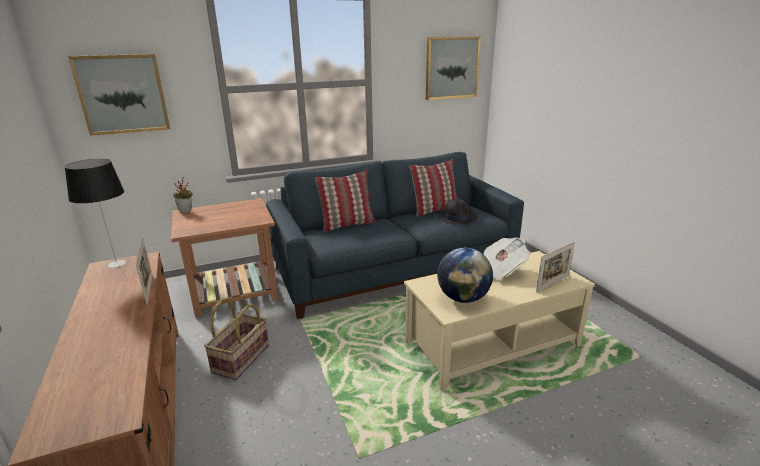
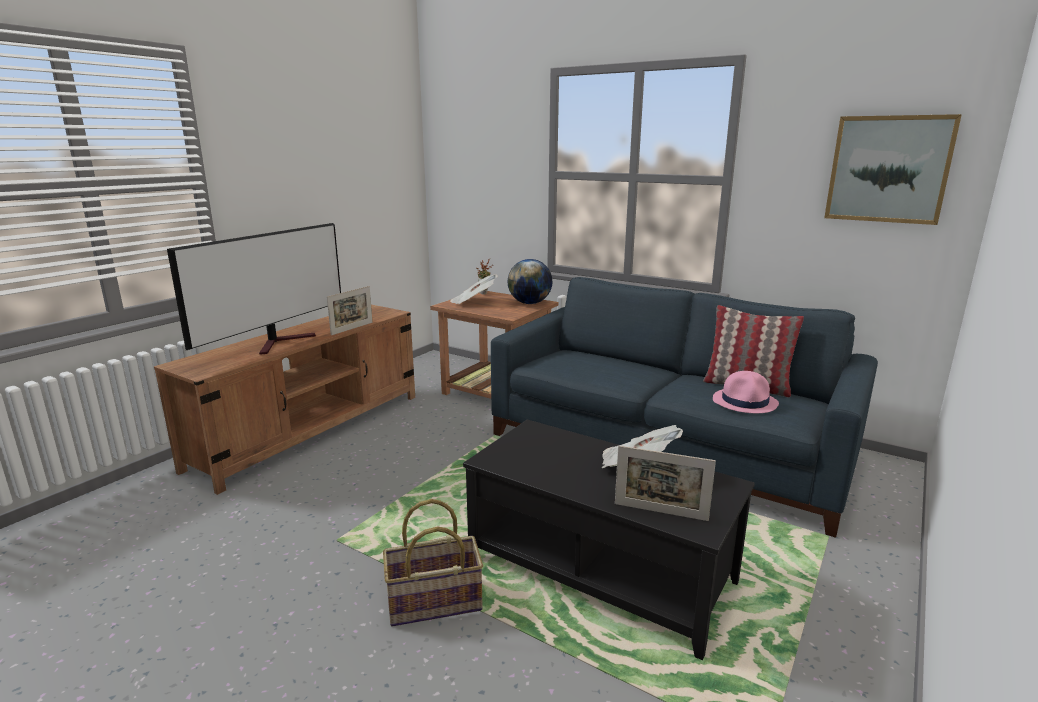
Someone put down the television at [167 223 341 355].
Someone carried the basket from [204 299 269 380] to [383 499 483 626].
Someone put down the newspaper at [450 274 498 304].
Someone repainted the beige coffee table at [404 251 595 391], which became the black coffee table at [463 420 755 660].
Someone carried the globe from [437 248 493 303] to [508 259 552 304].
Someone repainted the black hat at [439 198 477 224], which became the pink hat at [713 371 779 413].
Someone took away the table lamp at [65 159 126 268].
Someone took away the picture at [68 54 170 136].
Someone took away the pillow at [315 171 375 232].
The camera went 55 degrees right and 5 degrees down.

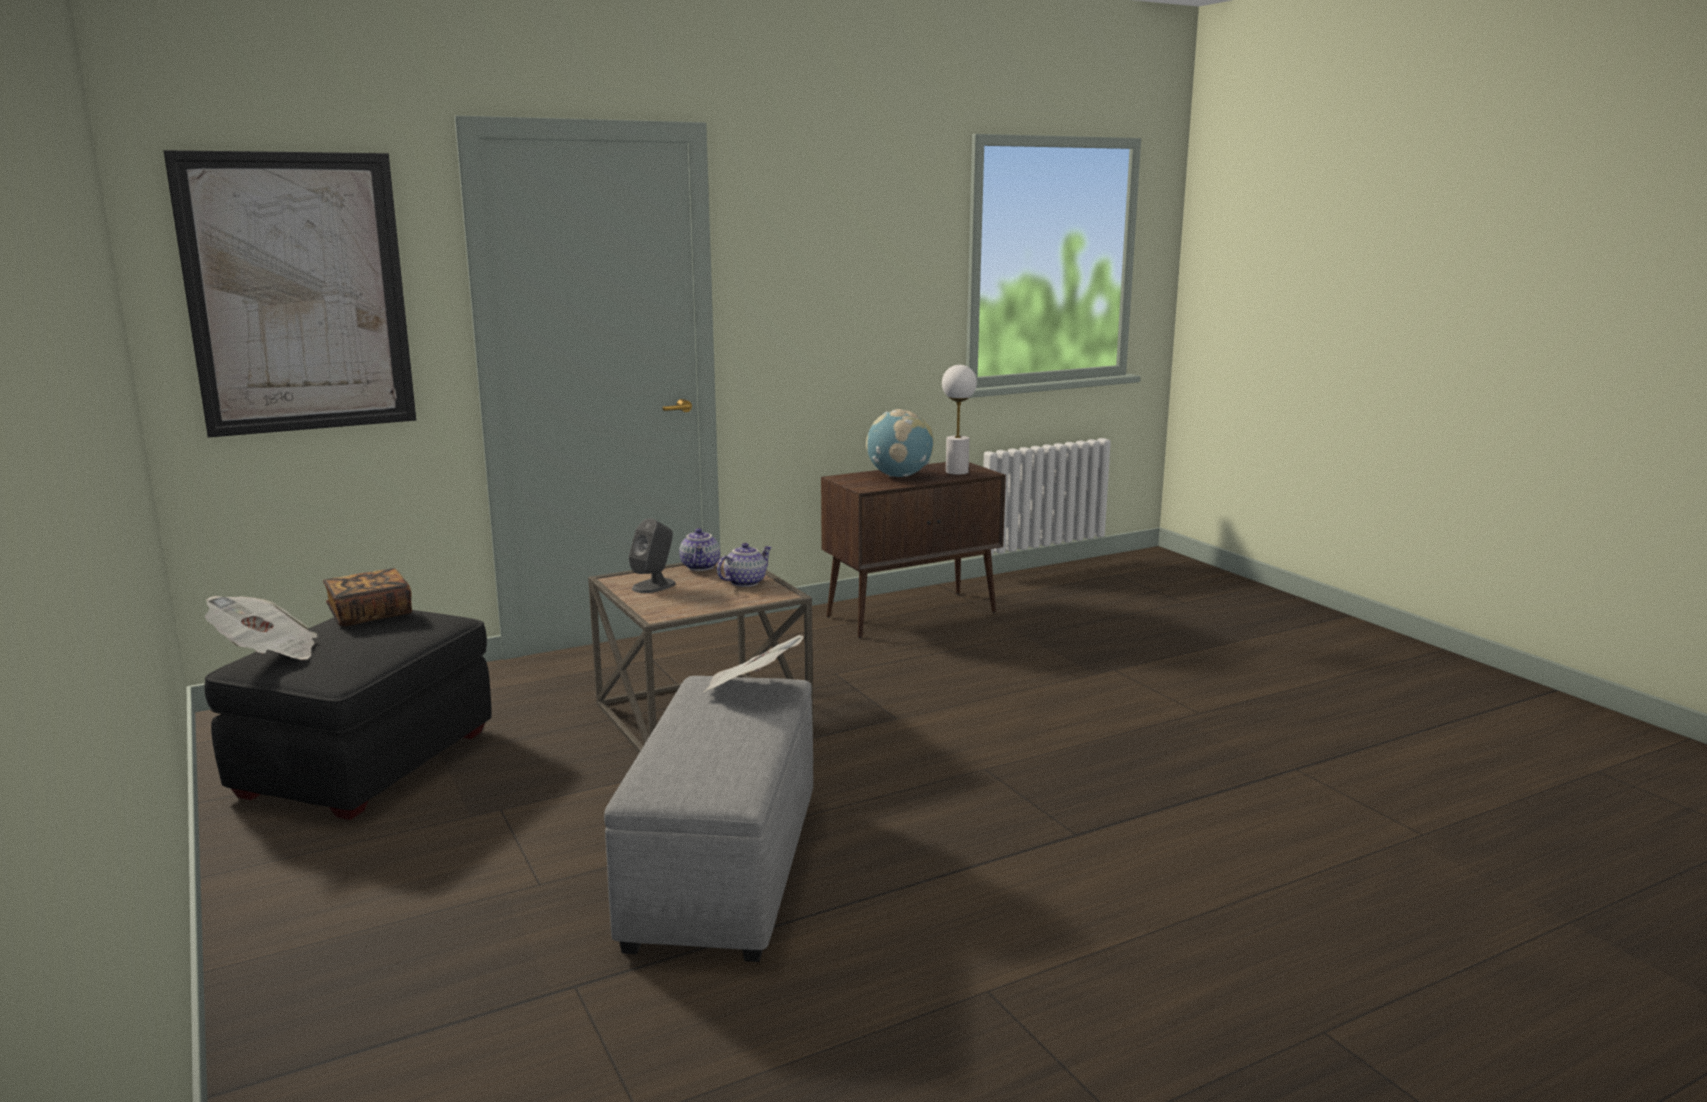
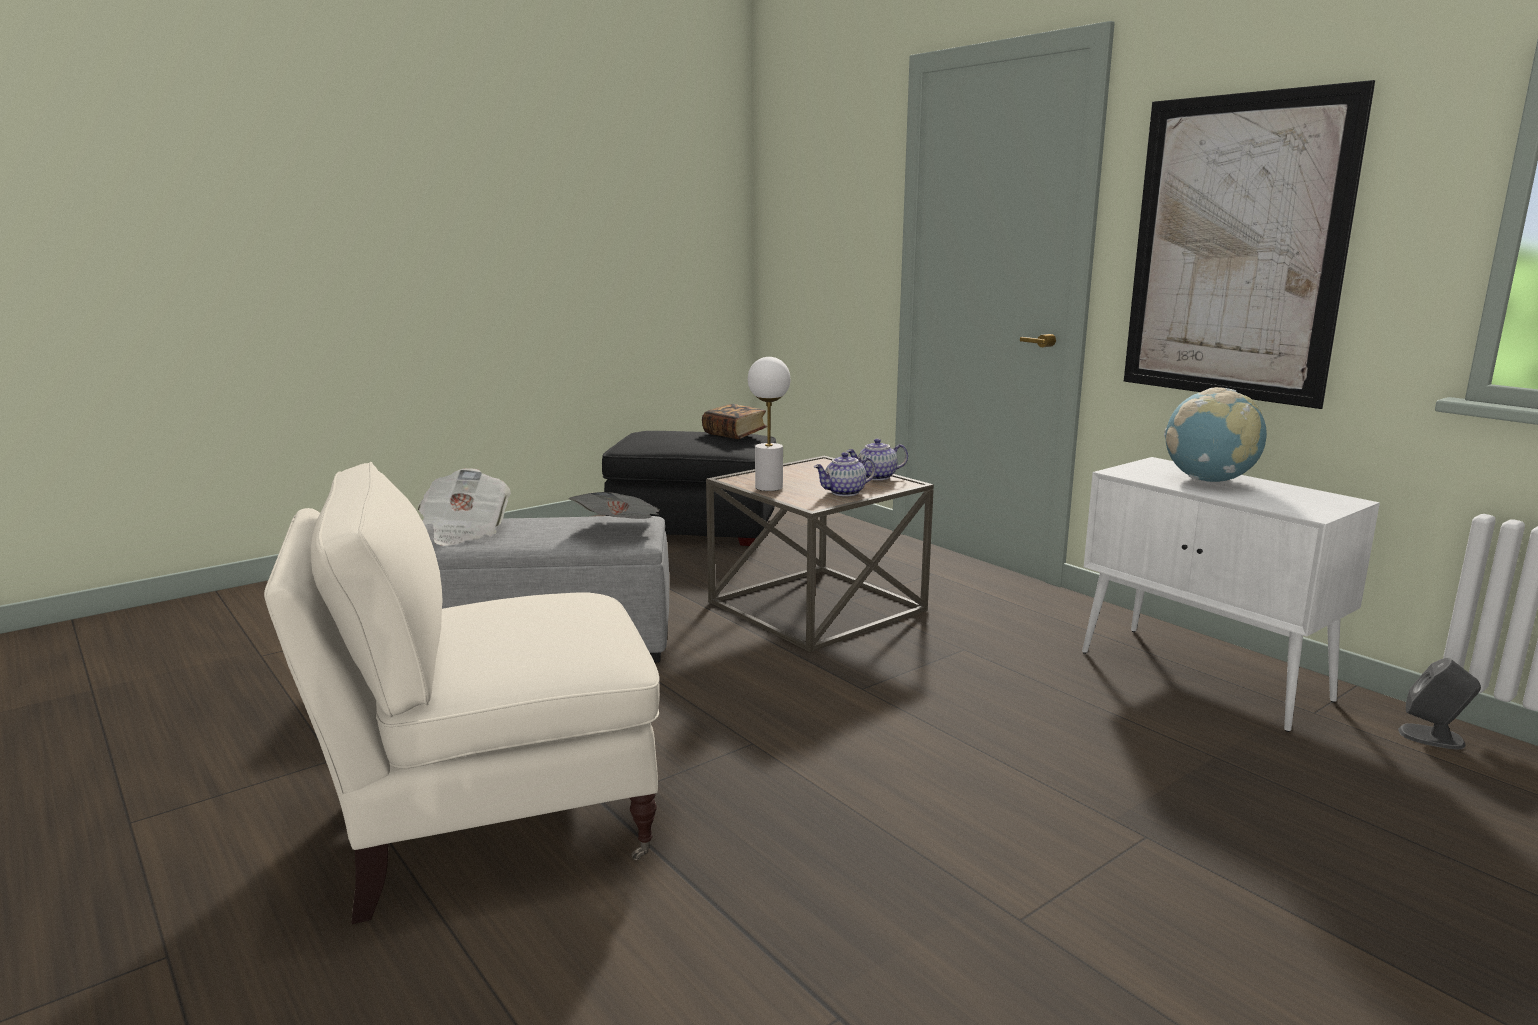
Someone put down the beige armchair at [264 462 659 924].
Someone carried the newspaper from [205 596 317 659] to [418 468 511 546].
Someone carried the white table lamp from [942 365 977 475] to [748 357 790 491].
Someone rotated the teapot at [717 543 772 587] by 120 degrees clockwise.
Someone repainted the brown cabinet at [821 462 1006 638], which became the white cabinet at [1082 457 1380 732].
Someone carried the picture from [164 150 416 437] to [1124 80 1375 409].
Someone carried the grey speaker from [629 518 676 593] to [1398 658 1481 749].
The camera went 80 degrees right and 0 degrees up.

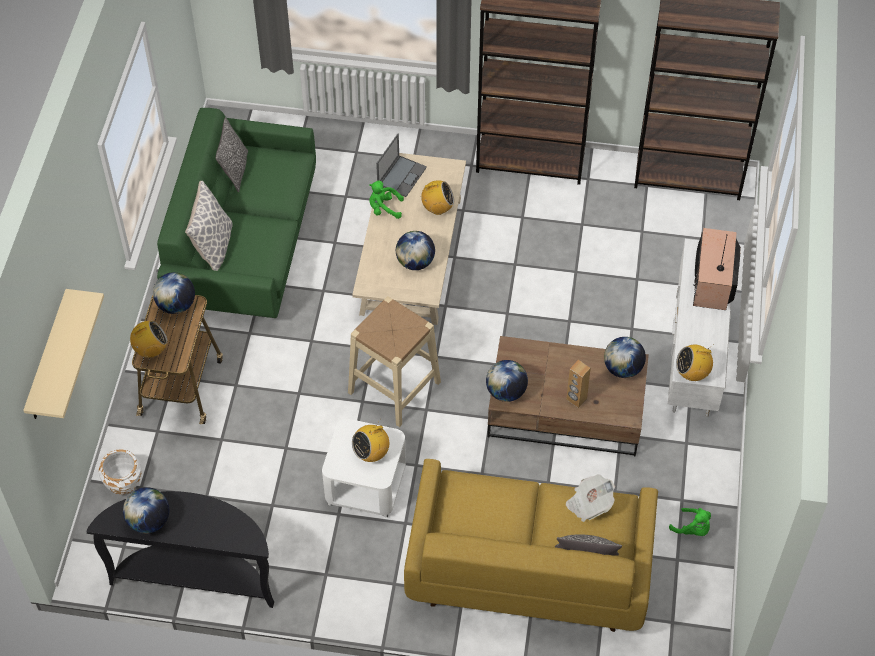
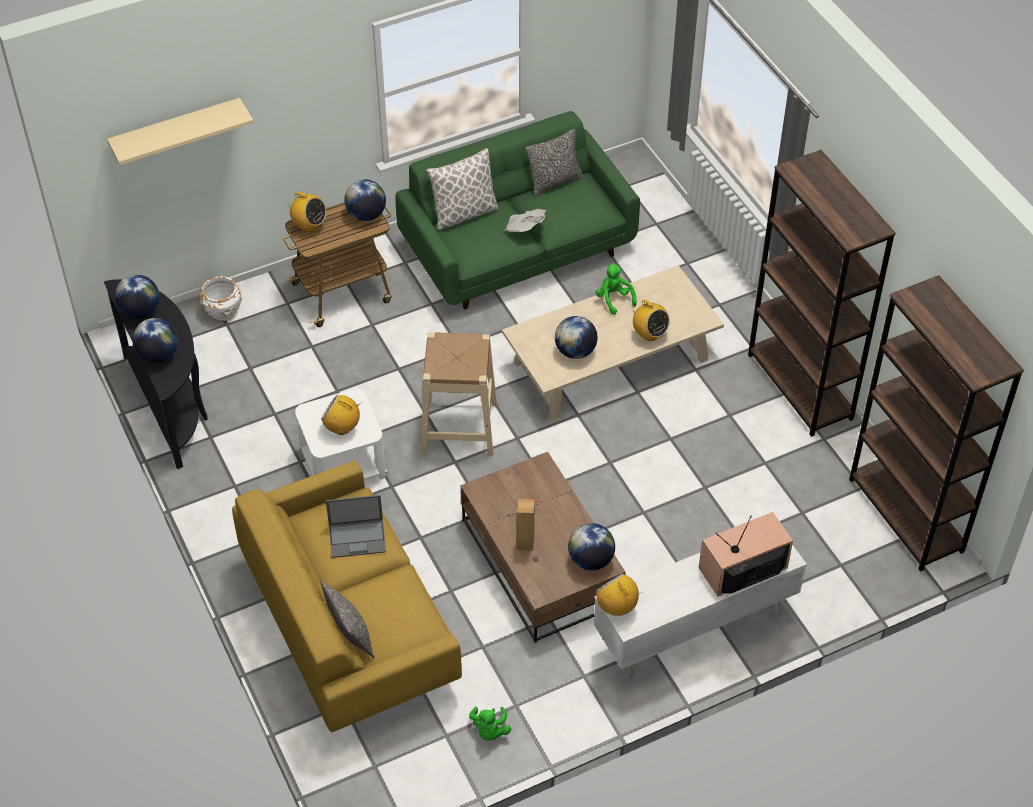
Someone carried the globe from [486 360 528 402] to [132 318 178 363].
Someone carried the laptop from [376 134 427 197] to [326 495 386 558].
Someone carried the newspaper from [566 474 615 522] to [504 209 546 232].
The camera went 55 degrees right and 5 degrees down.

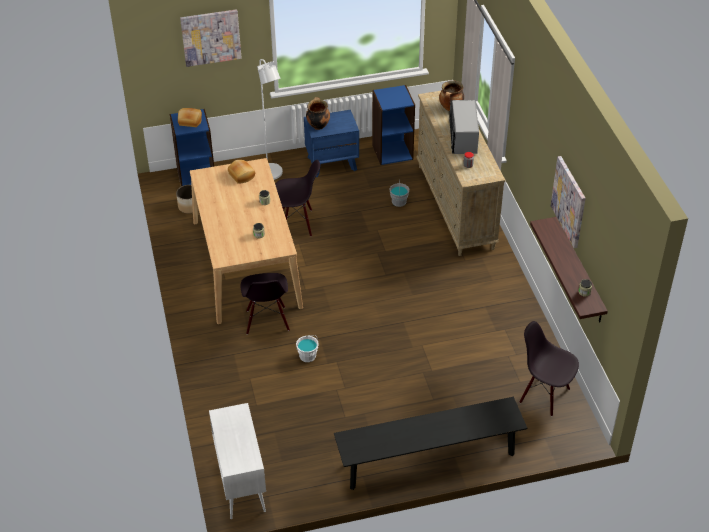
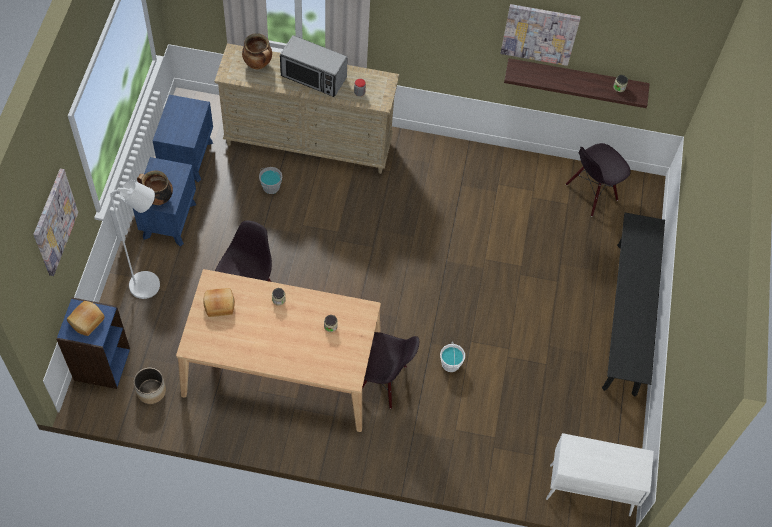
Someone swapped the blue bookcase at [372 85 415 165] for the blue nightstand at [153 95 213 182].
The camera went 70 degrees left and 15 degrees up.

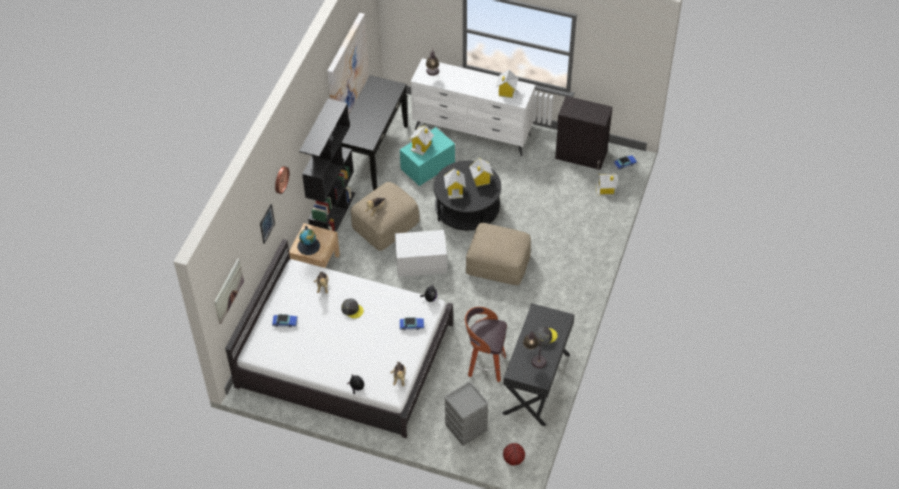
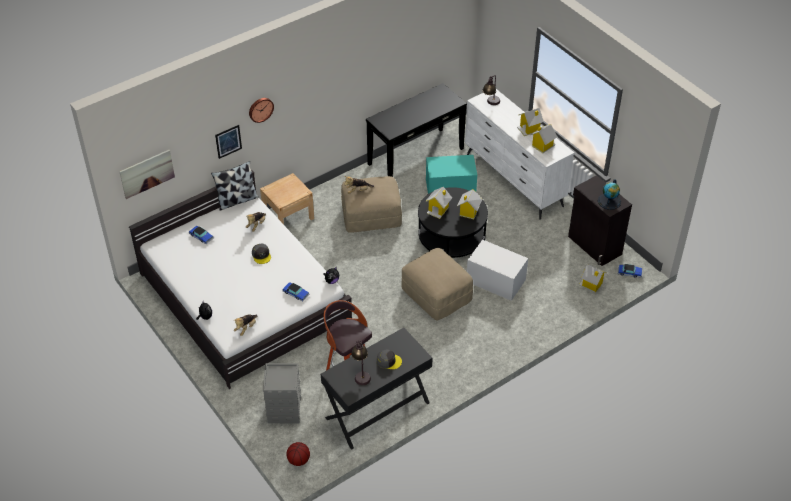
Someone put down the pillow at [211 161 259 211].
Someone carried the white storage box from [395 230 447 277] to [467 239 528 301].
Someone carried the toy house from [409 125 434 156] to [517 108 544 136].
Someone carried the globe from [297 226 320 255] to [598 179 621 210].
Someone took away the black bookcase at [299 98 355 232].
Someone took away the picture at [327 13 369 115].
The camera went 35 degrees right and 5 degrees down.

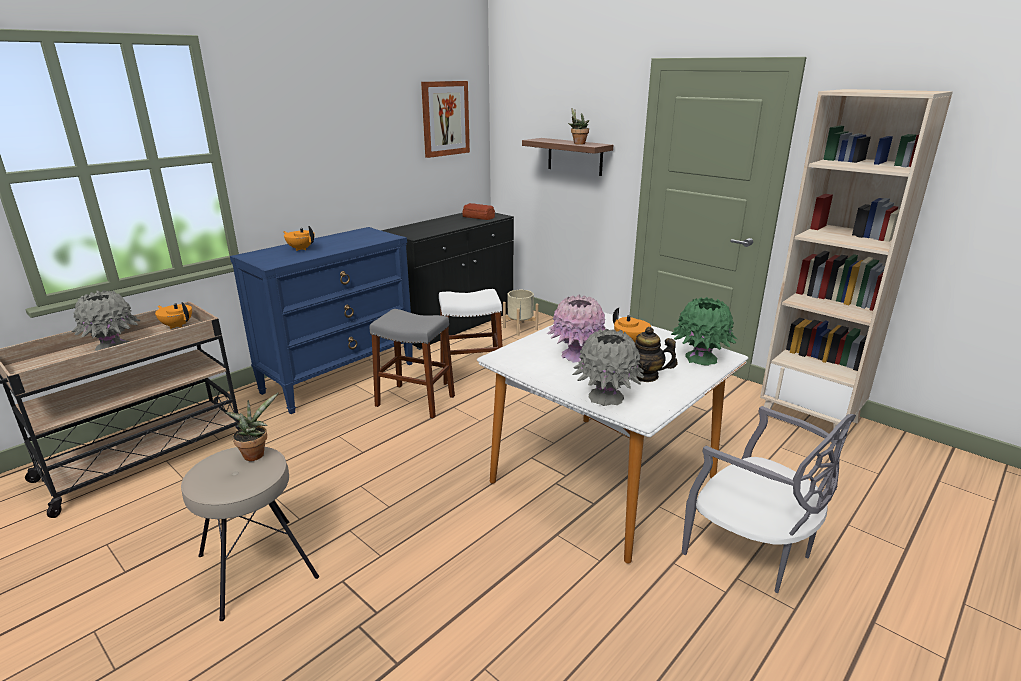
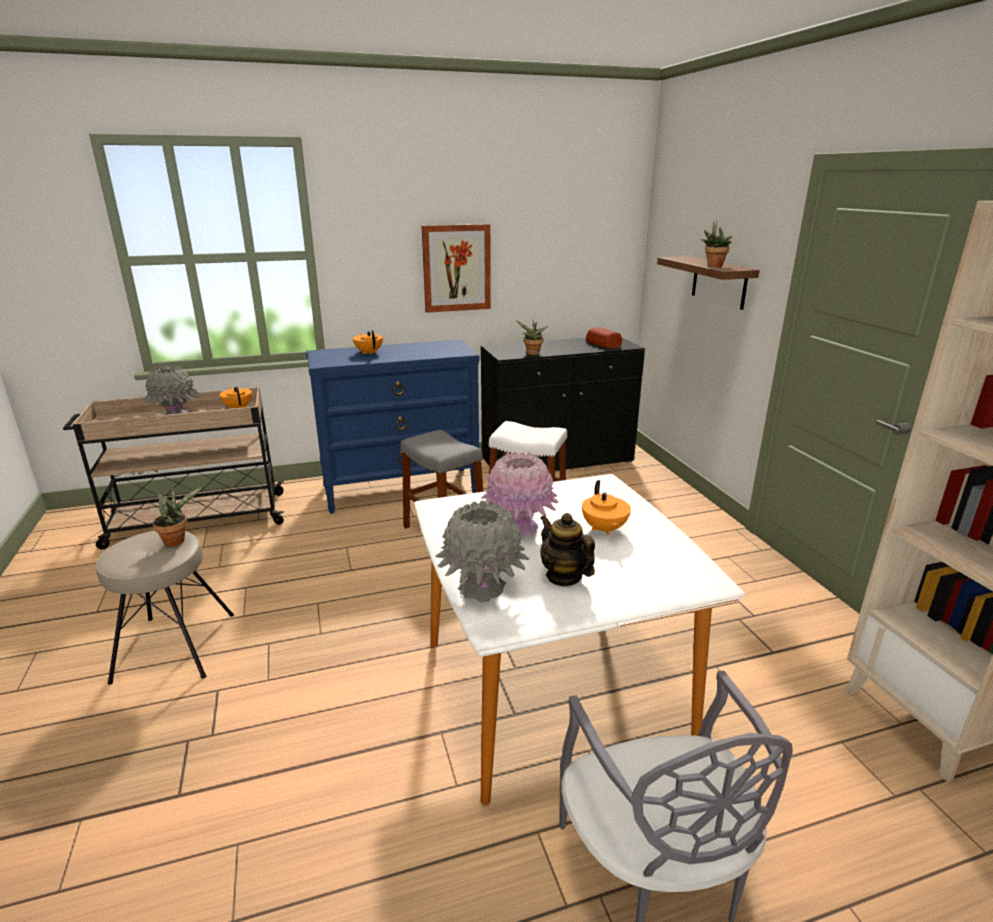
Someone carried the picture from [421 81 470 158] to [422 224 491 313].
Someone put down the potted plant at [516 320 548 355].
Someone took away the beige planter at [503 290 539 336].
Someone took away the green vase at [671 297 737 366].
The camera went 30 degrees right and 0 degrees up.

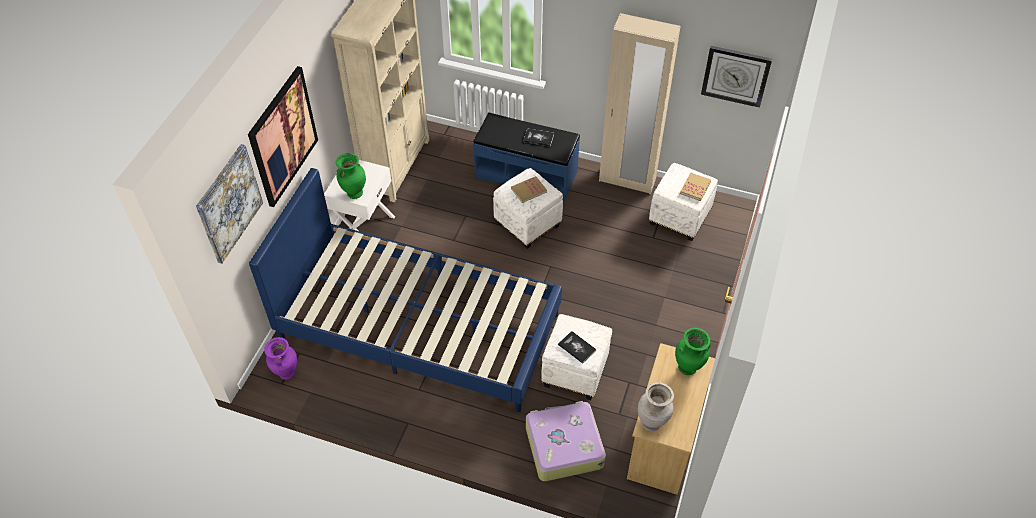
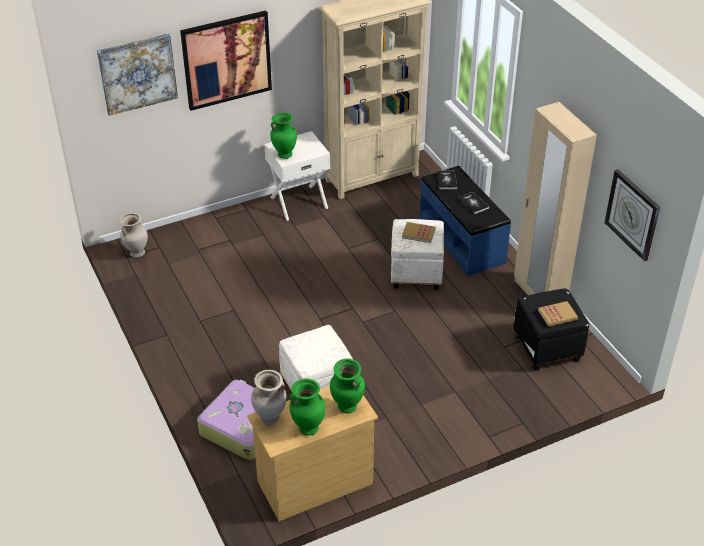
Someone repainted the purple vase at [264 337 297 380], which became the beige vase at [119 213 148 258].
Someone put down the green vase at [290 378 325 436].
Someone carried the book from [558 331 596 364] to [437 171 457 190].
Someone repainted the white ottoman at [649 163 718 241], which became the black ottoman at [513 289 589 371].
Someone took away the blue bed at [249 168 562 412].
The camera went 45 degrees right and 10 degrees down.

